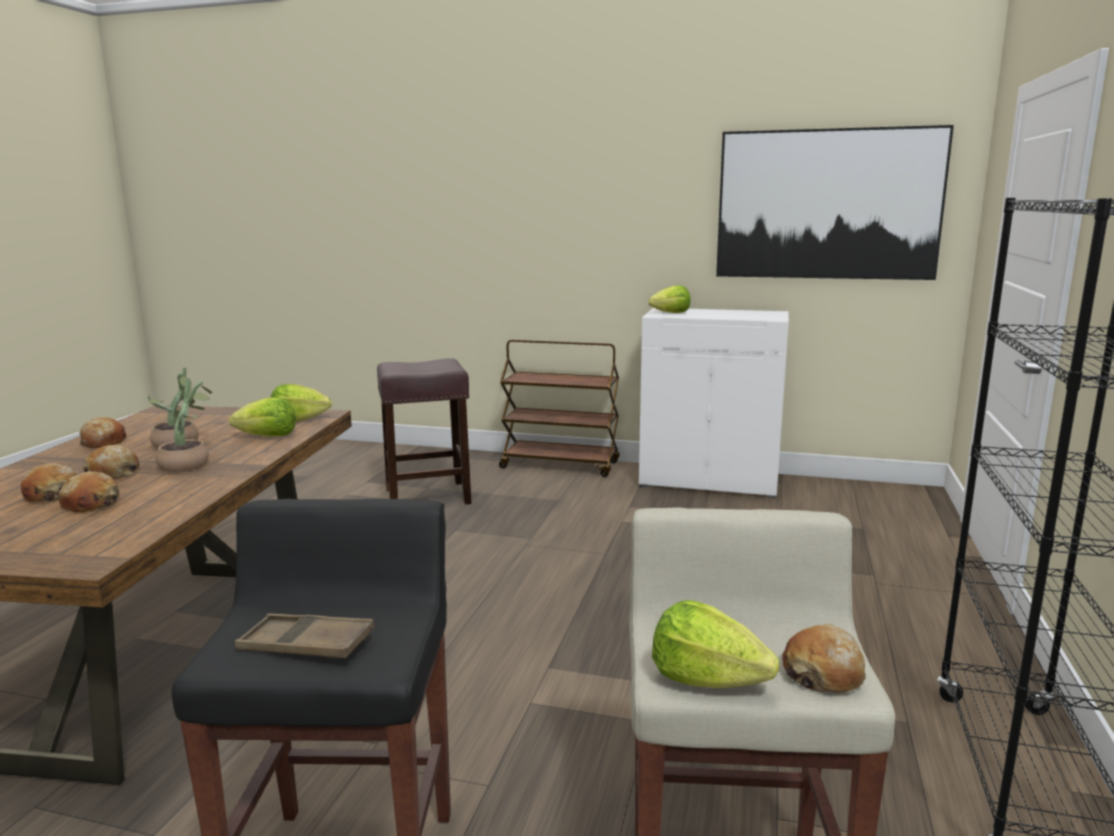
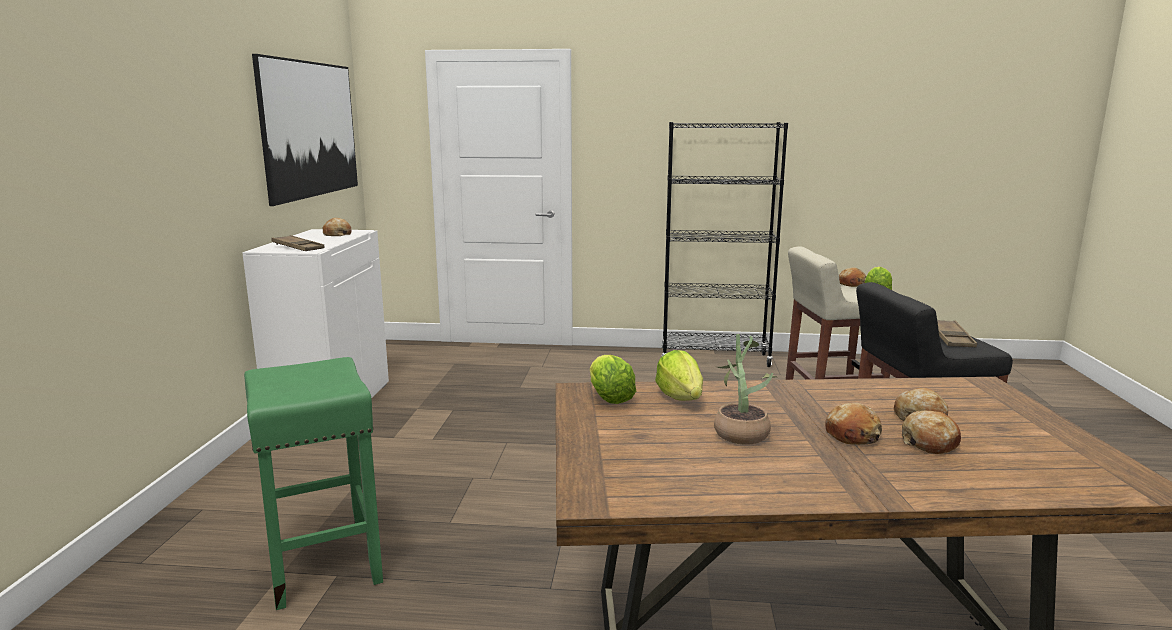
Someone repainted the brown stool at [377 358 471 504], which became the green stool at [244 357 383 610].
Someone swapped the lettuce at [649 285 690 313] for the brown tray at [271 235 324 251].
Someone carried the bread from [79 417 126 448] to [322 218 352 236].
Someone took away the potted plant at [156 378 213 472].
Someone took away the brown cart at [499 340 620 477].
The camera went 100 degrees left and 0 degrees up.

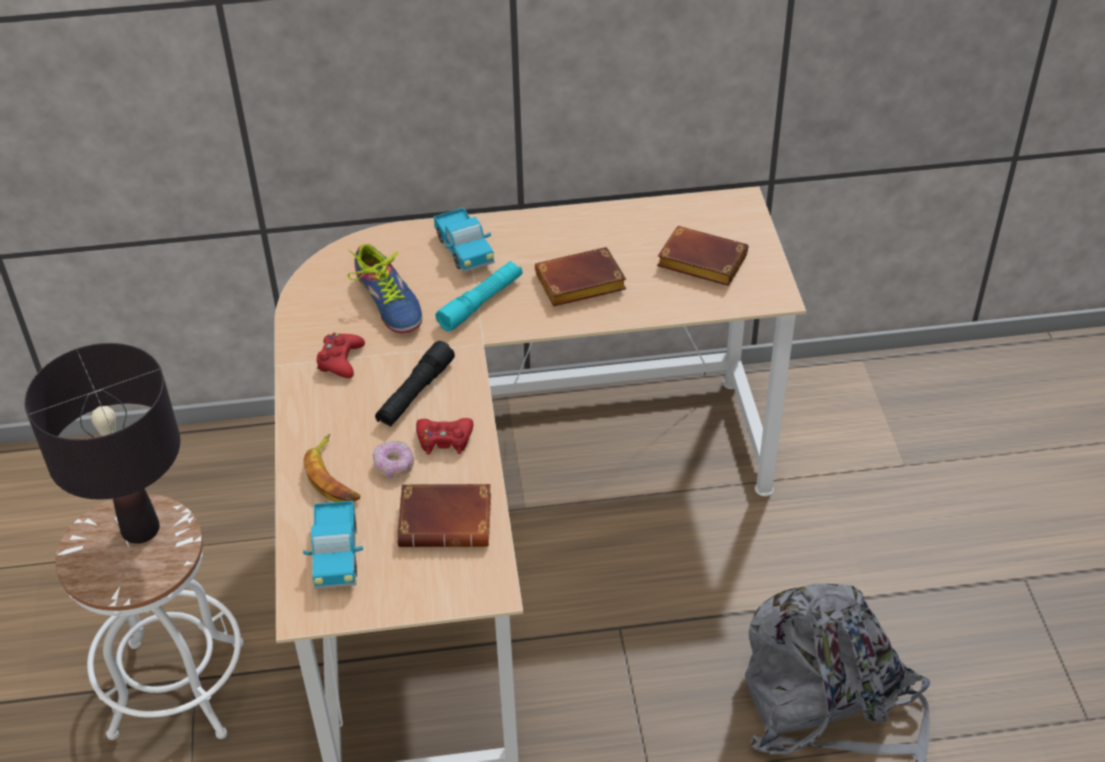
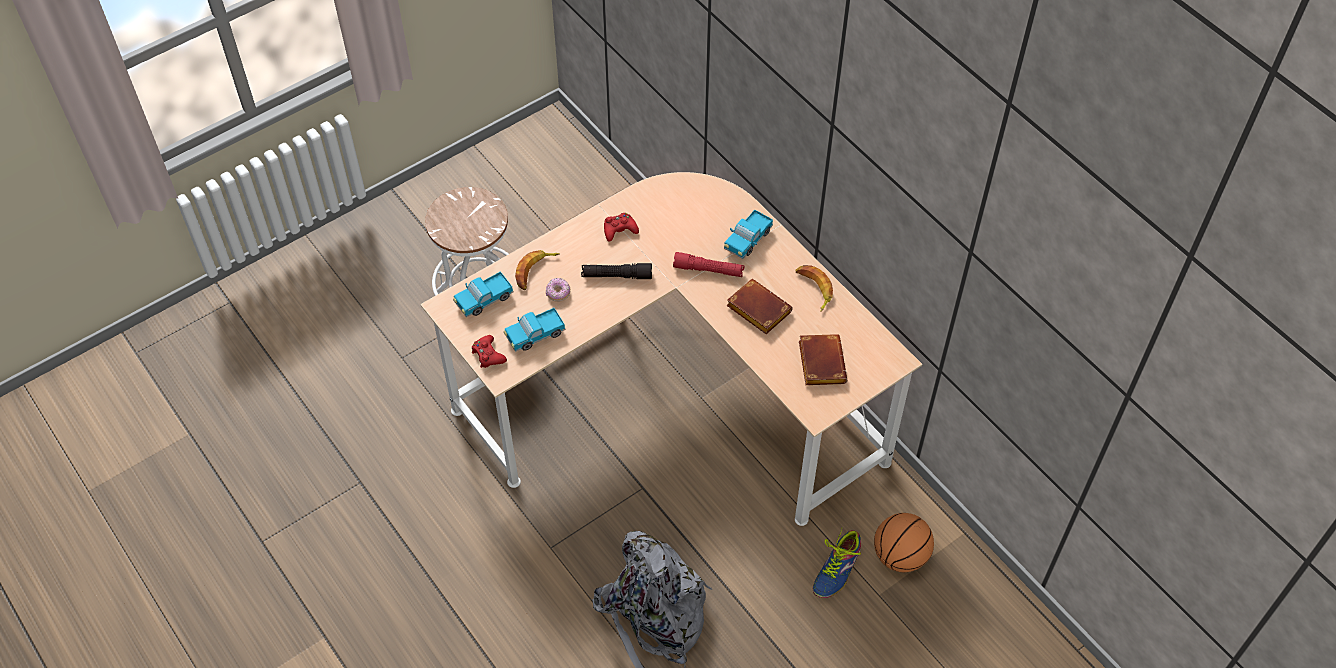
Someone carried the red game controller from [416 418 473 455] to [472 335 507 368].
Someone swapped the brown book at [397 484 491 548] for the toy truck at [504 308 566 352].
Someone repainted the turquoise flashlight at [435 261 522 332], which became the red flashlight at [673 252 744 277].
Someone put down the banana at [796 265 833 312].
Someone carried the shoe from [348 244 423 334] to [813 529 861 598].
Someone put down the basketball at [874 513 934 572].
Someone took away the black table lamp at [25 343 180 544].
The camera went 60 degrees right and 10 degrees up.

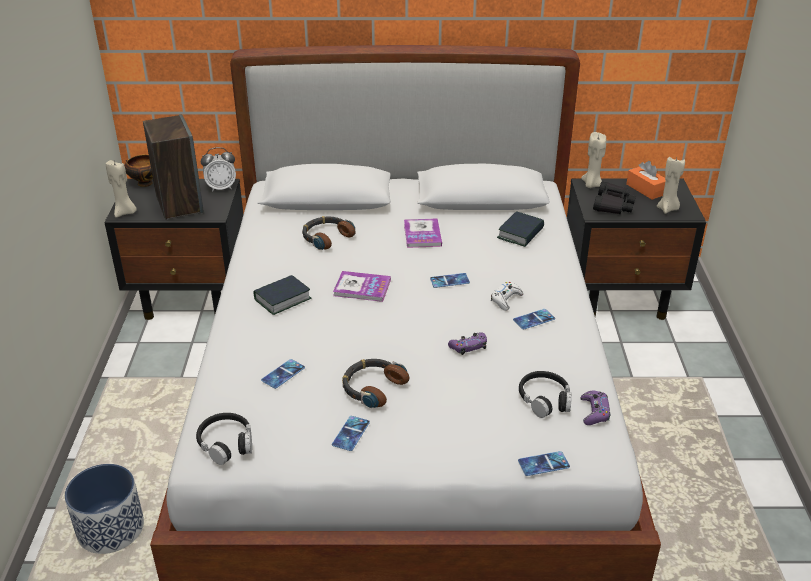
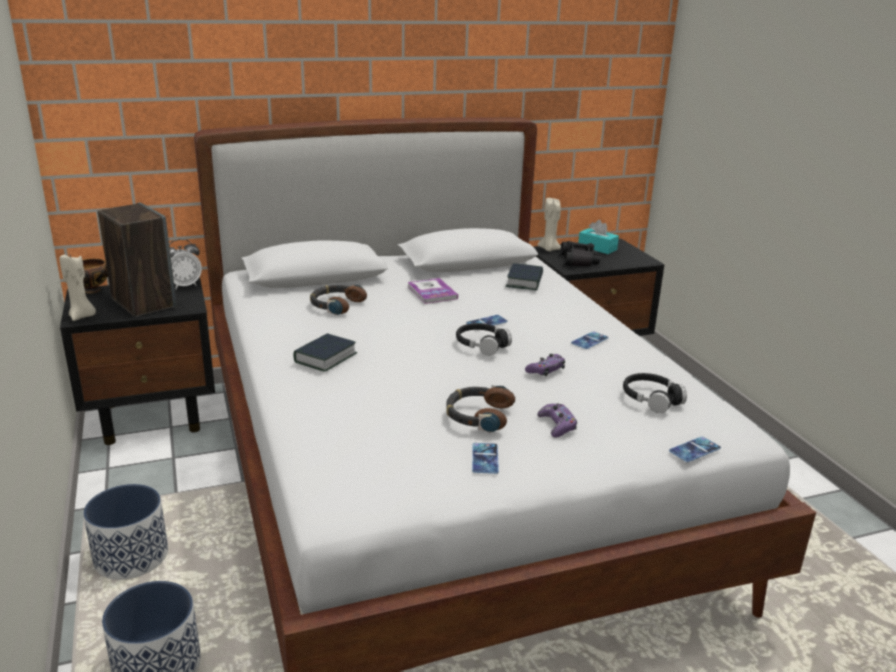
Someone put down the planter at [83 484 168 580].
Someone carried the black headphones from [196 413 252 465] to [456 323 512 356].
Someone carried the purple game controller from [580 391 610 425] to [537 403 577 437].
Someone repainted the orange tissue box at [626 161 666 200], which became the turquoise tissue box at [578 220 619 254].
Someone took away the phone at [261 359 305 389].
Someone took away the book at [333 271 391 302].
Someone took away the white game controller at [491 282 523 311].
Someone took away the beige candle at [657 157 685 214].
The camera went 20 degrees left and 10 degrees down.

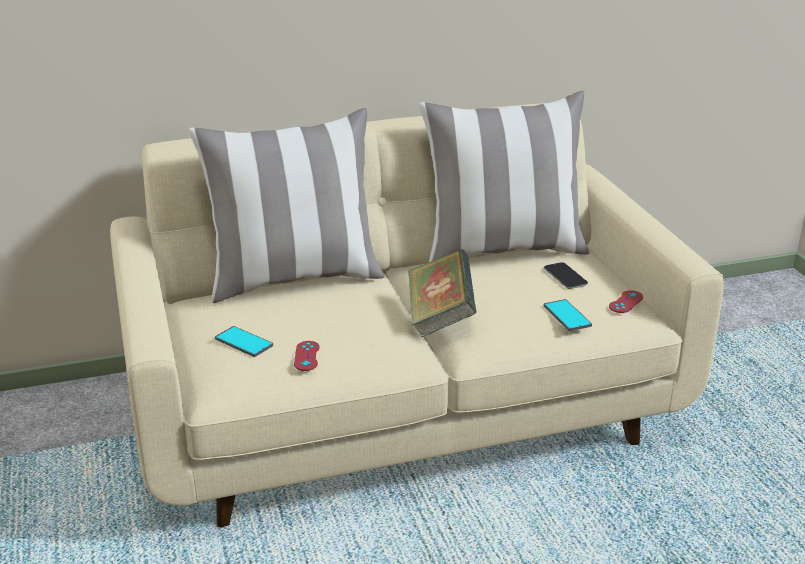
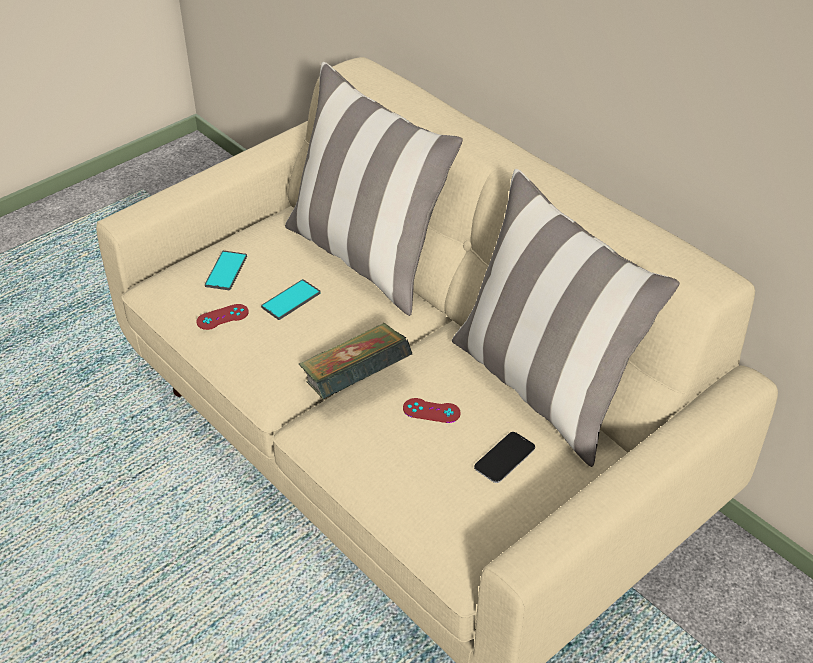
Someone carried the phone from [544 299 592 331] to [261 279 321 320].
Someone carried the red game controller from [609 290 643 313] to [403 398 461 423].
The camera went 65 degrees right and 15 degrees up.

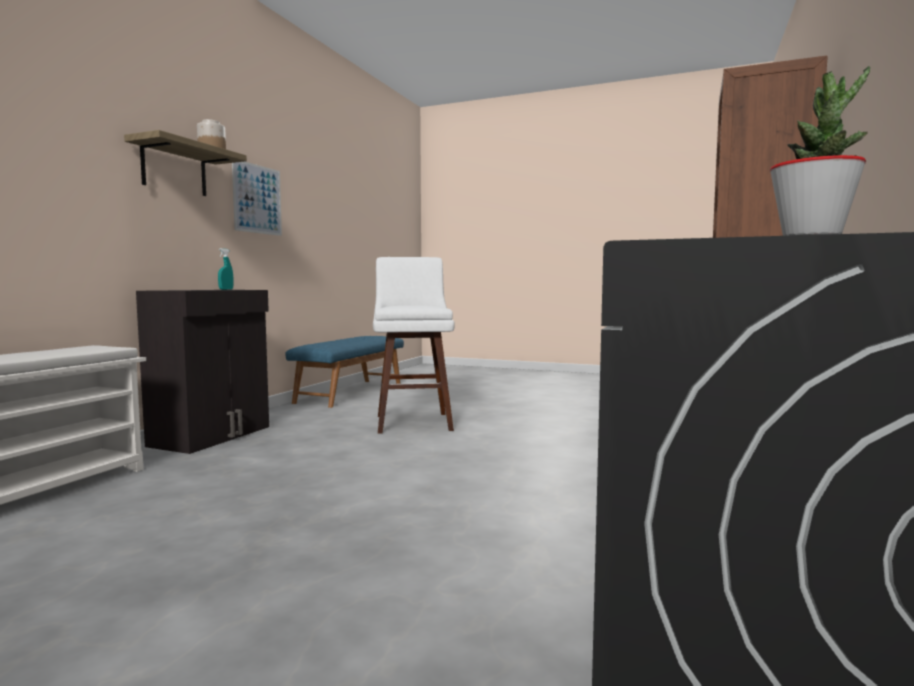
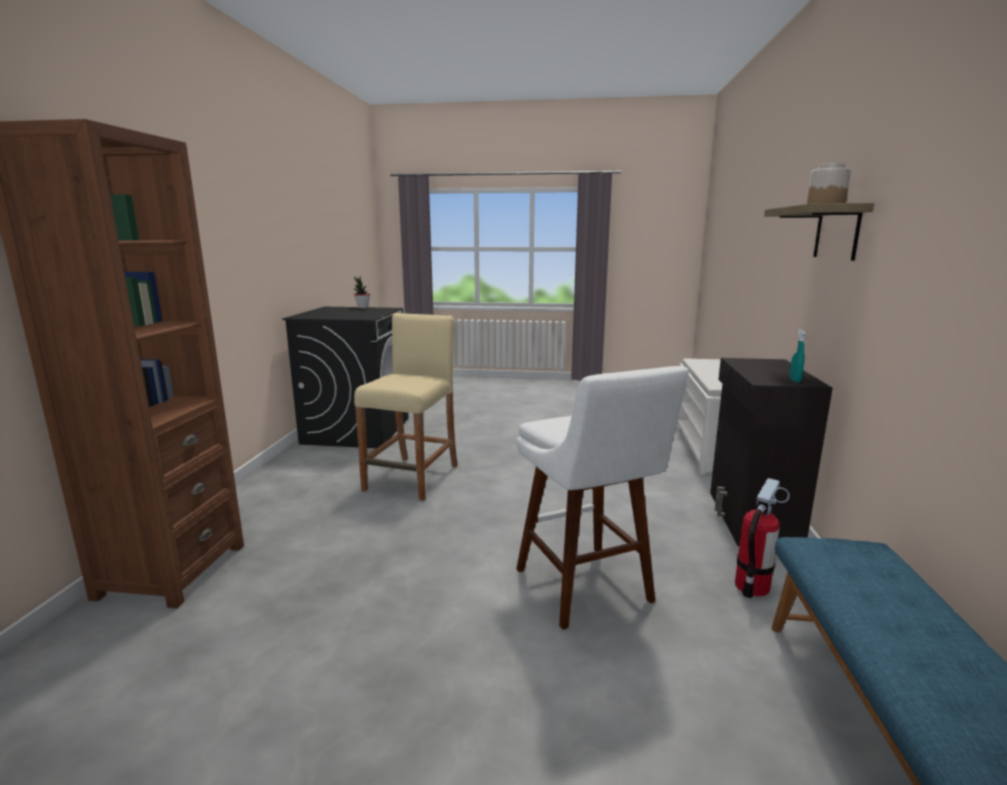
Someone put down the beige stool at [354 313 458 501].
Someone put down the fire extinguisher at [735 478 790 598].
Someone took away the picture at [232 162 282 236].
The camera went 165 degrees right and 10 degrees up.

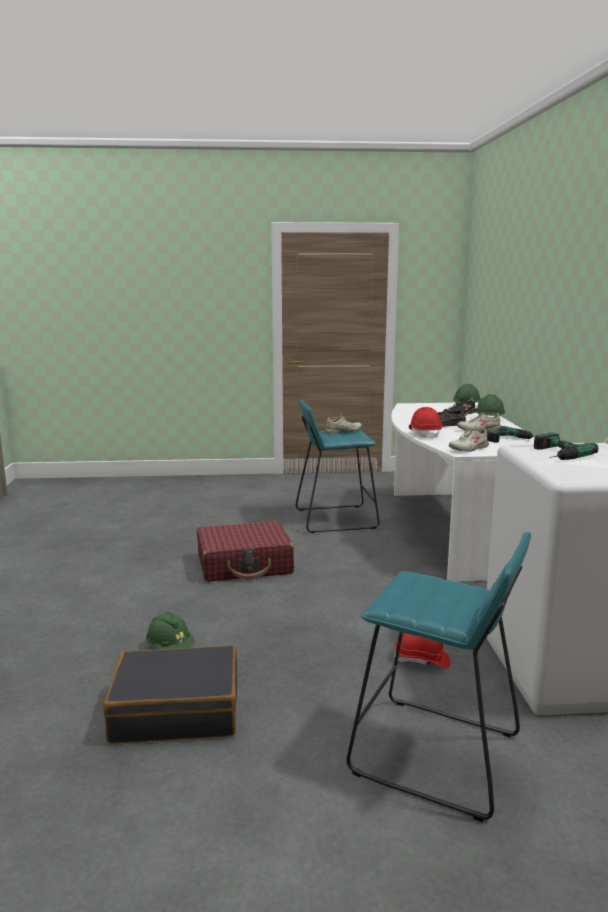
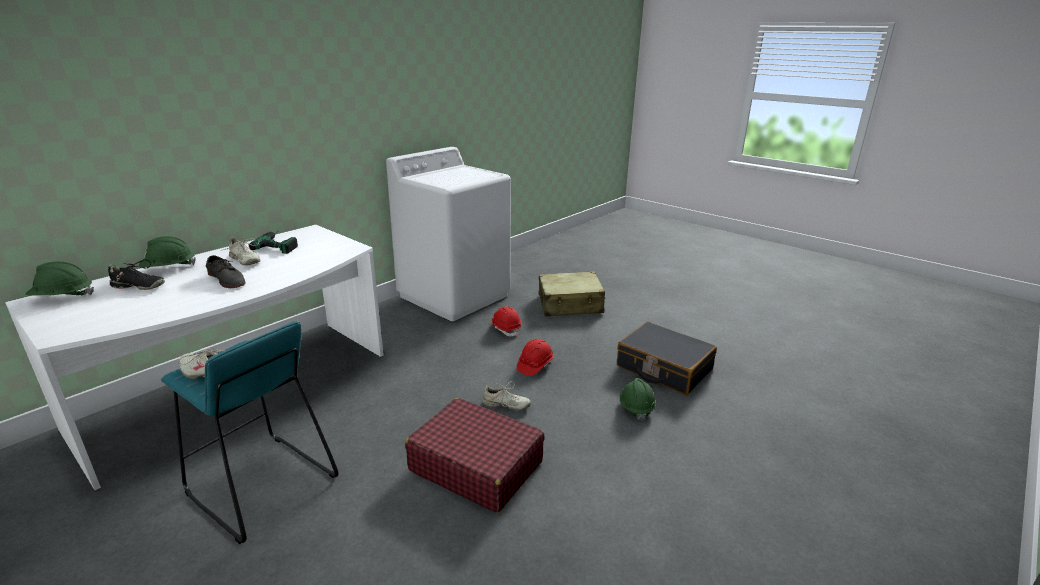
Someone carried the beige shoe from [449 428 491 452] to [482 381 531 411].
Someone carried the red hard hat from [409 407 442 439] to [517 339 554 376].
Someone swapped the turquoise stool at [346 532 531 822] for the beige suitcase at [539 271 606 316].
Someone took away the power drill at [534 433 598 460].
The camera went 135 degrees left and 10 degrees up.

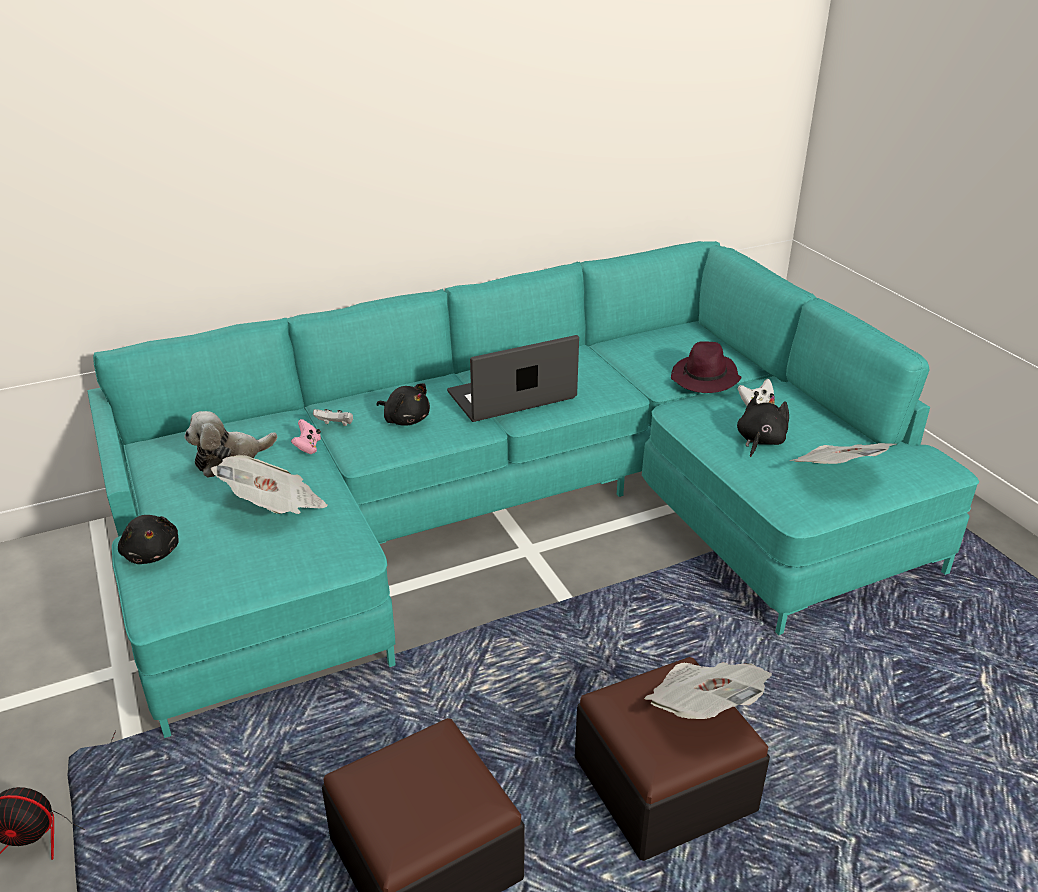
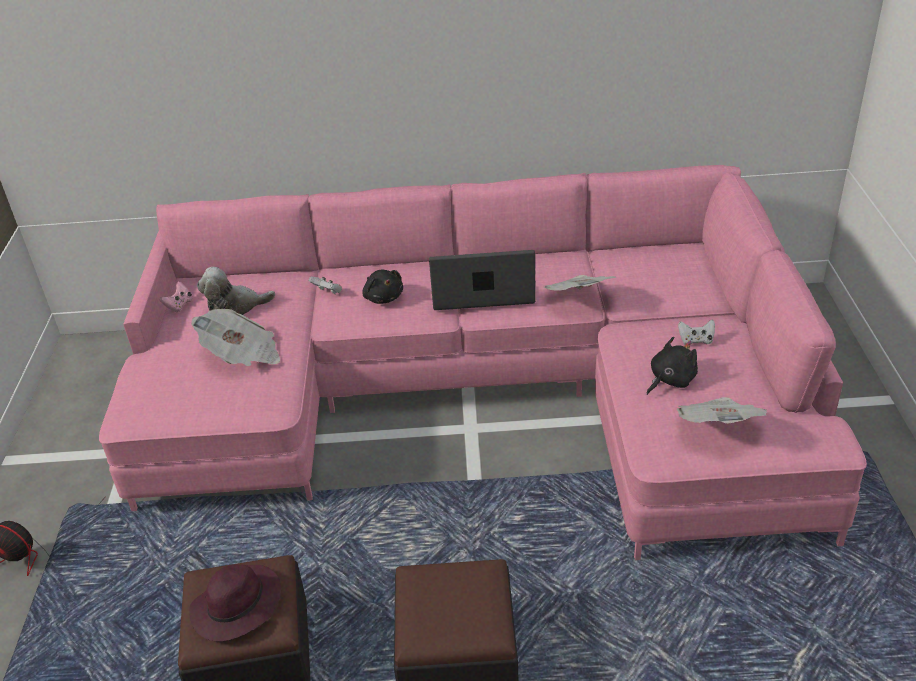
Someone repainted the turquoise sofa at [87 241 979 738], which became the pink sofa at [99 165 867 561].
Someone carried the pink game controller from [291 419 321 454] to [160 282 192 312].
Someone carried the purple hat from [671 342 741 393] to [189 564 281 641].
Someone carried the newspaper from [644 662 772 719] to [544 275 616 291].
Someone took away the black plush toy at [118 515 179 564].
The camera went 25 degrees right and 5 degrees up.

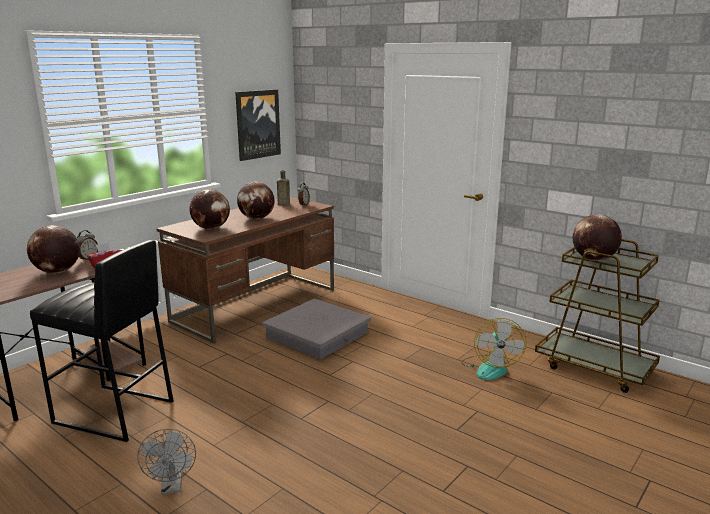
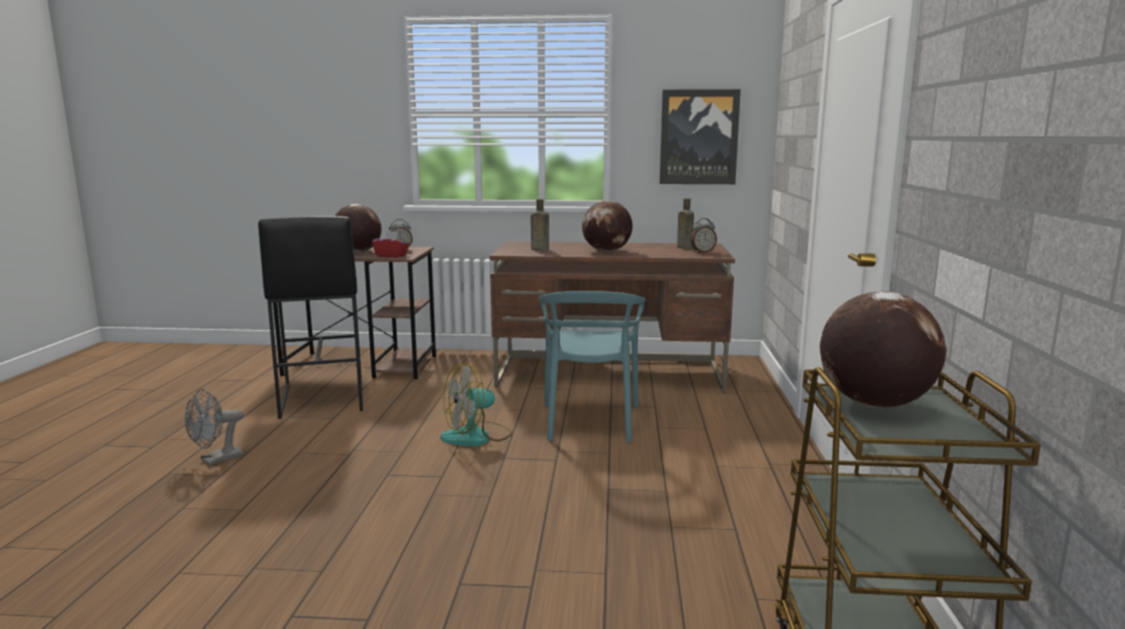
Someone carried the fan from [461 318 526 380] to [440 363 512 446].
Someone swapped the globe at [189 189 230 229] for the brown bottle at [531 199 549 251].
Someone swapped the grey storage box at [262 299 371 360] for the turquoise chair at [538 291 646 443].
The camera went 55 degrees right and 5 degrees down.

